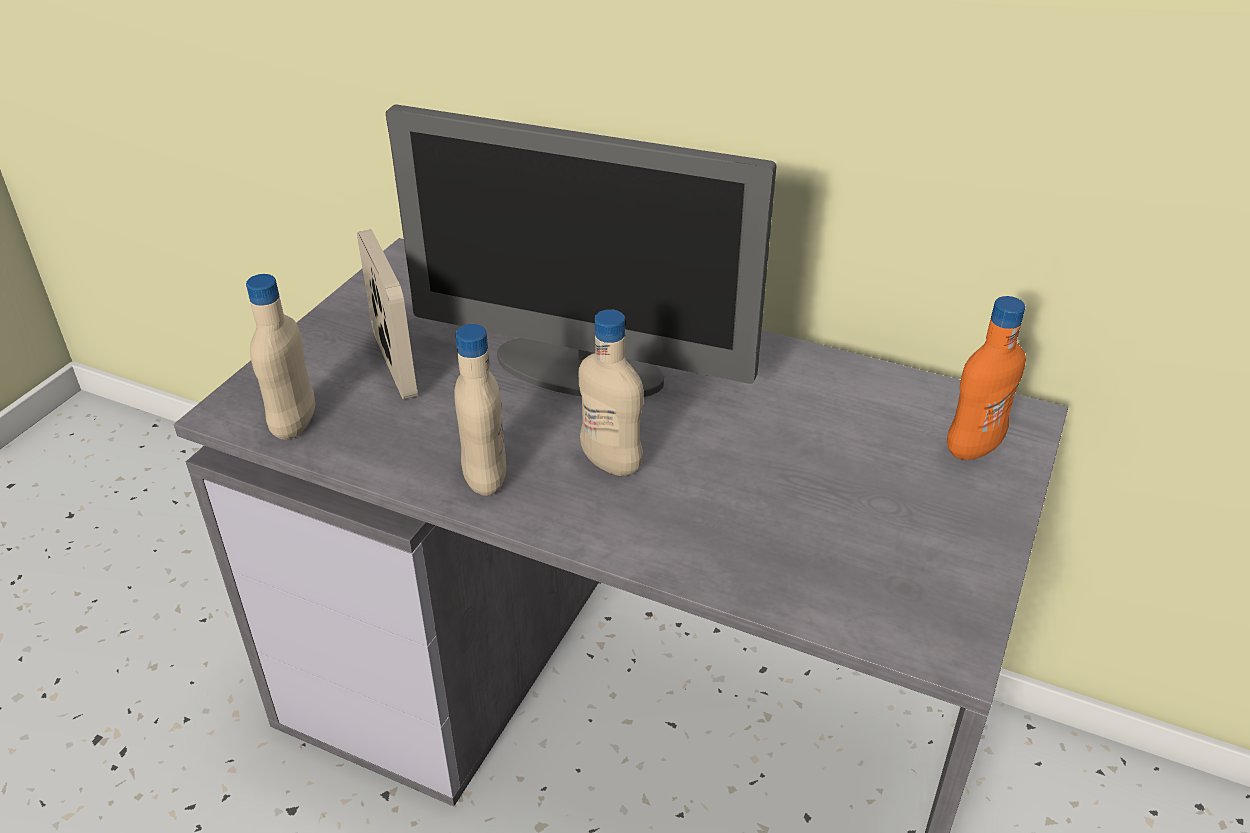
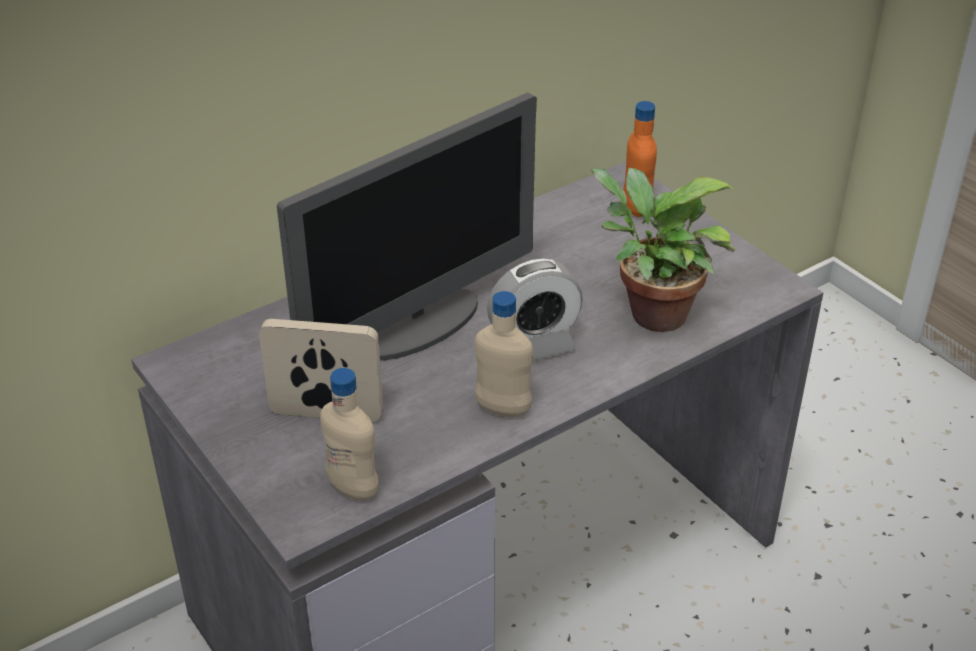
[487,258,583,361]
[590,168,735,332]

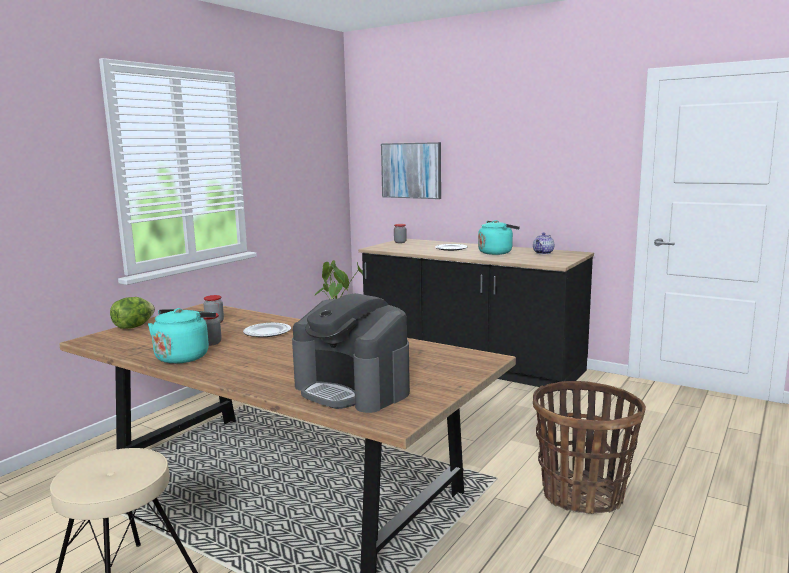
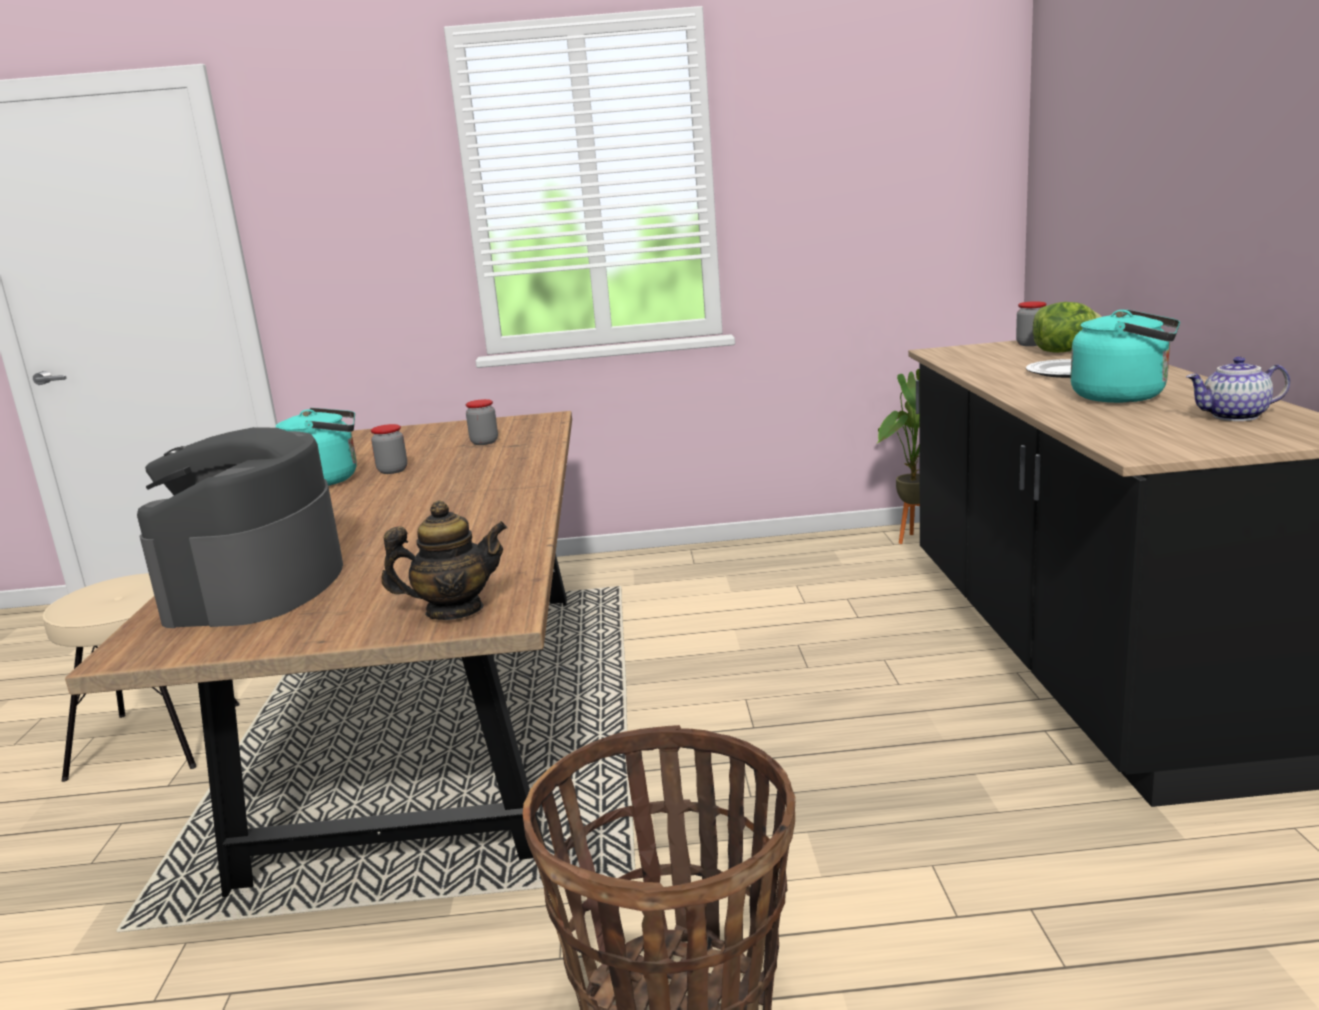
[381,500,507,620]
[1033,302,1102,353]
[243,323,291,337] (first image)
[381,142,441,199] (first image)

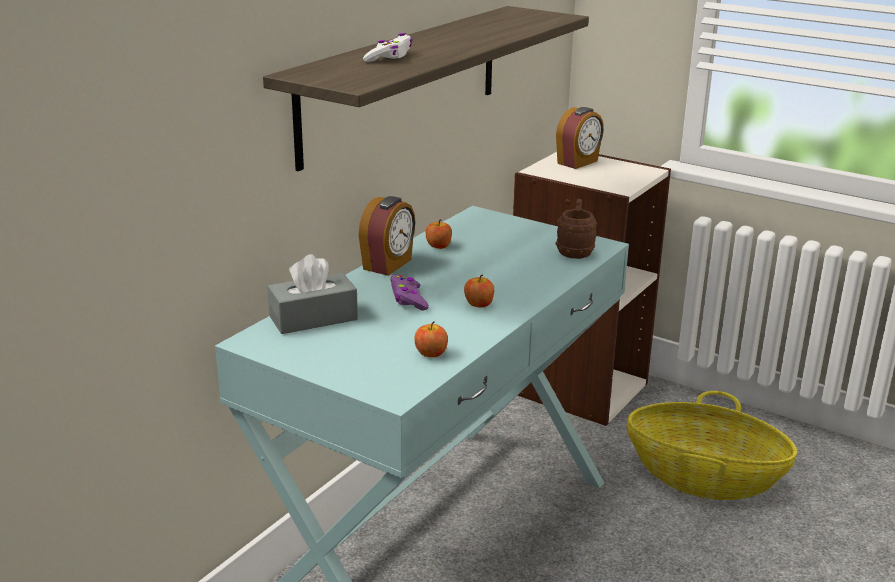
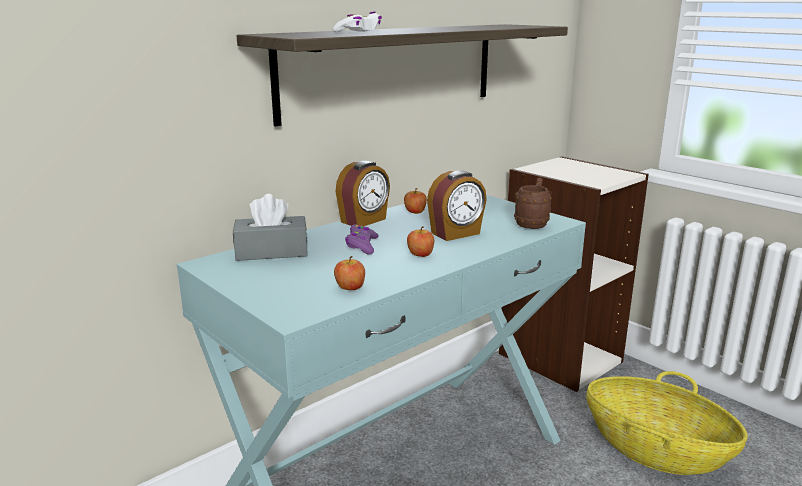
[427,171,487,241]

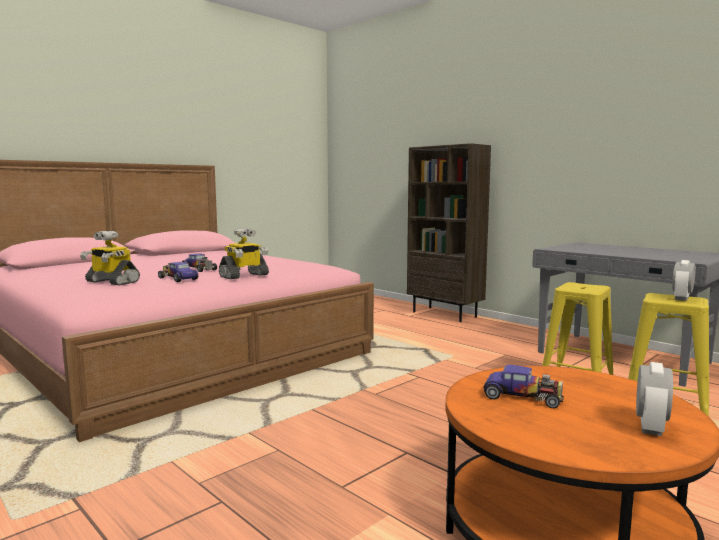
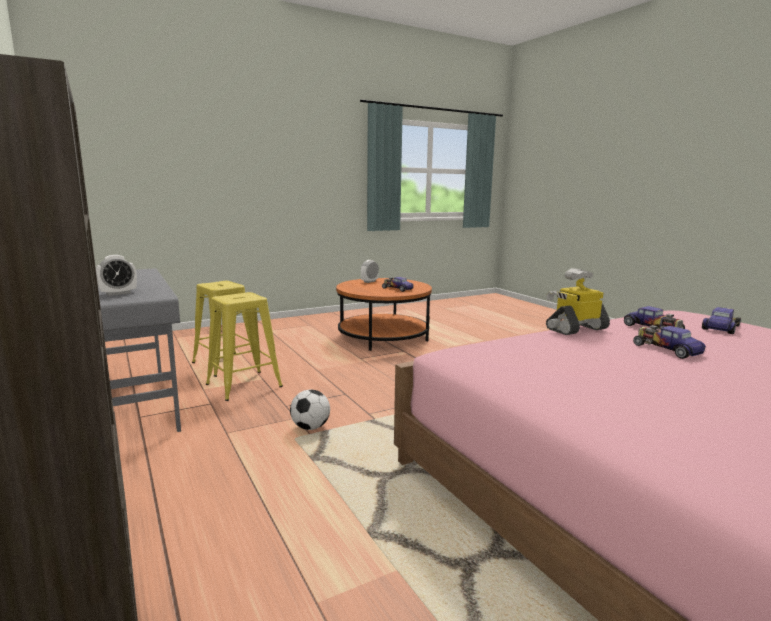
[96,255,137,296]
[290,390,330,430]
[702,307,741,334]

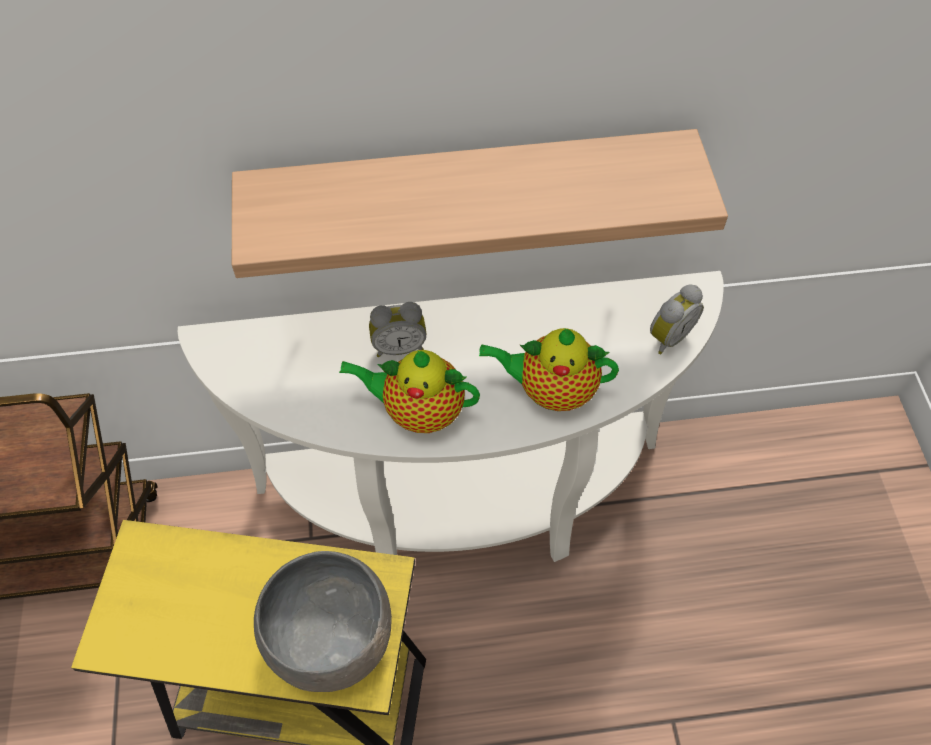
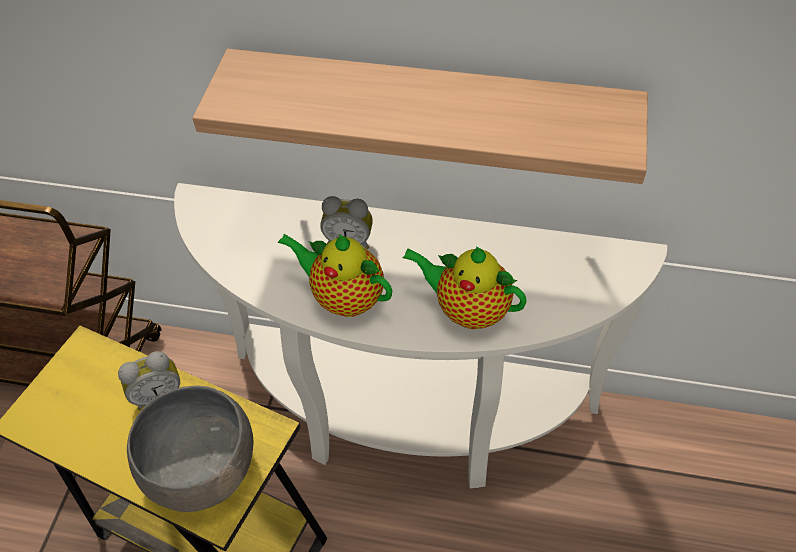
[118,351,180,410]

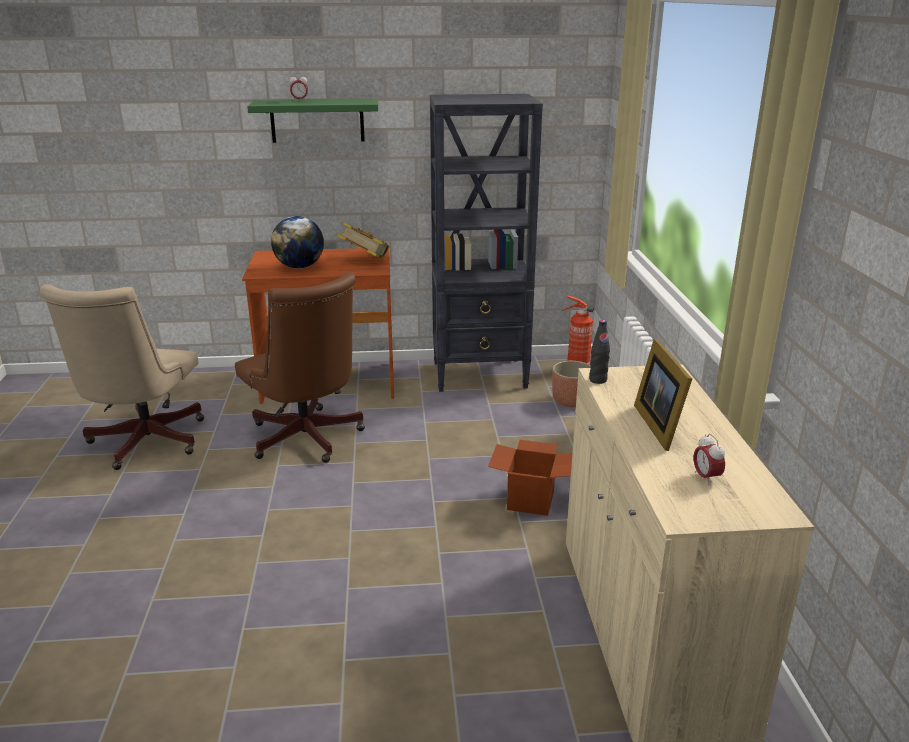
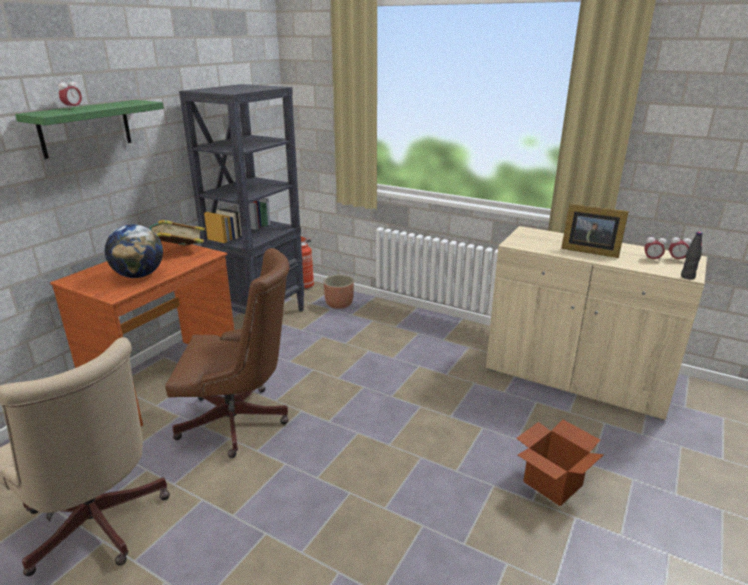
[516,419,604,506]
[669,234,692,262]
[681,232,703,279]

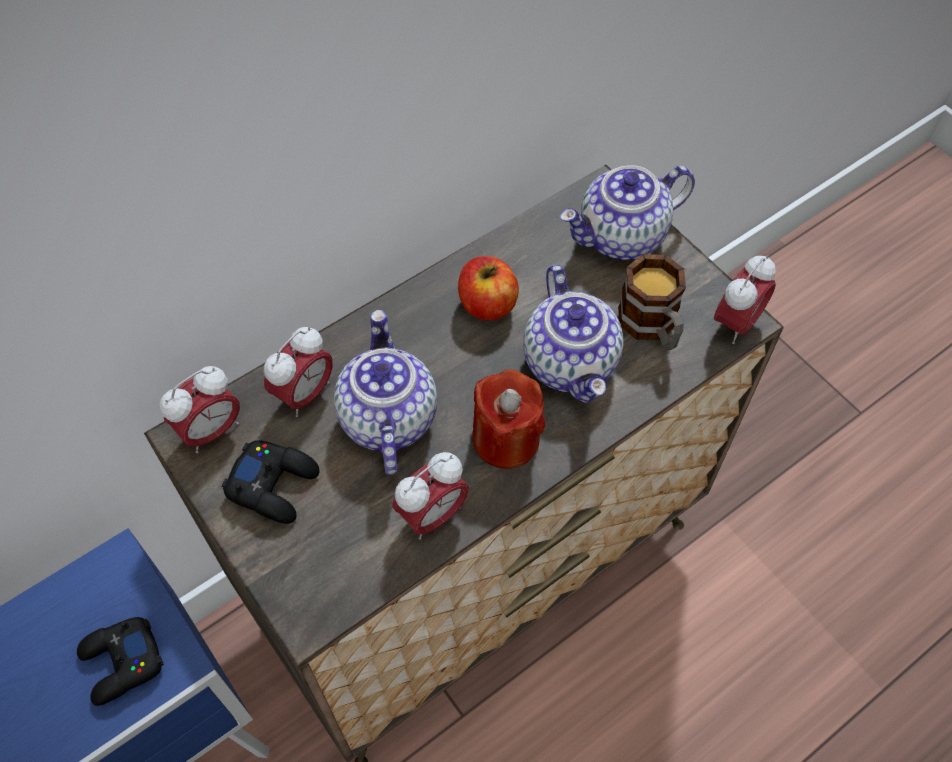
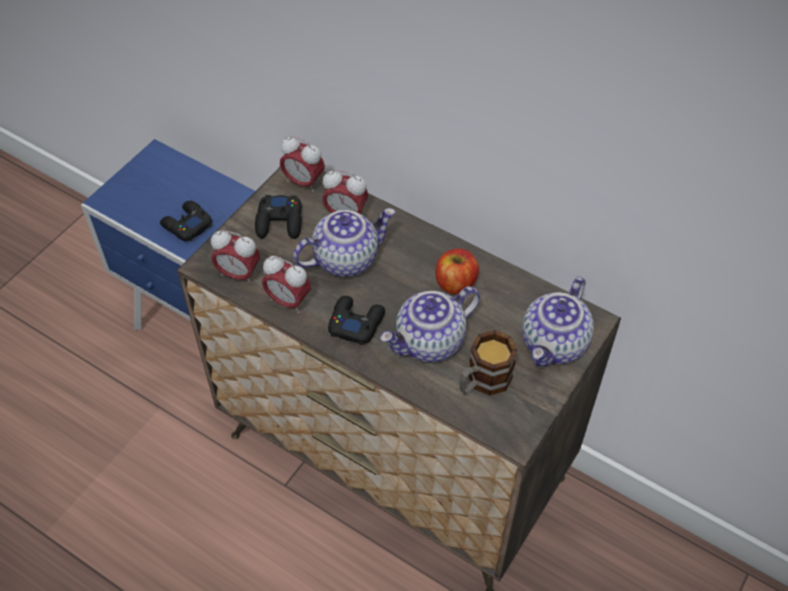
[211,230,260,284]
[328,296,385,345]
[522,277,594,367]

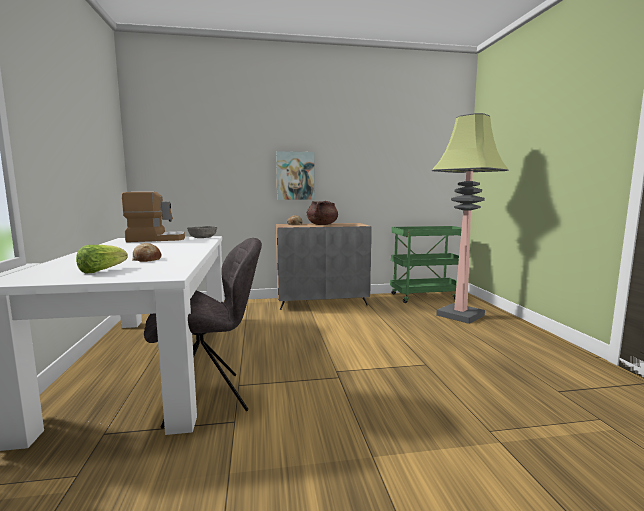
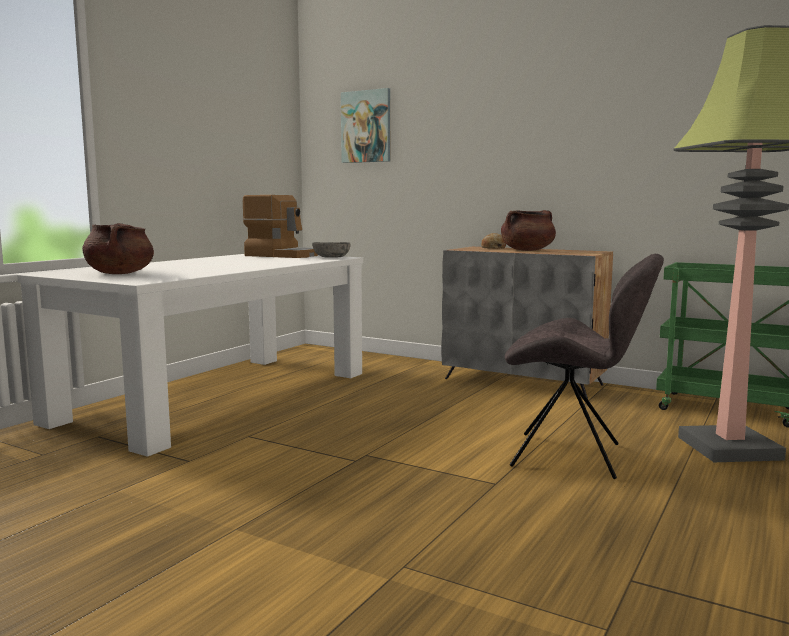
[82,223,154,274]
[341,88,390,163]
[505,254,664,479]
[132,243,161,262] (first image)

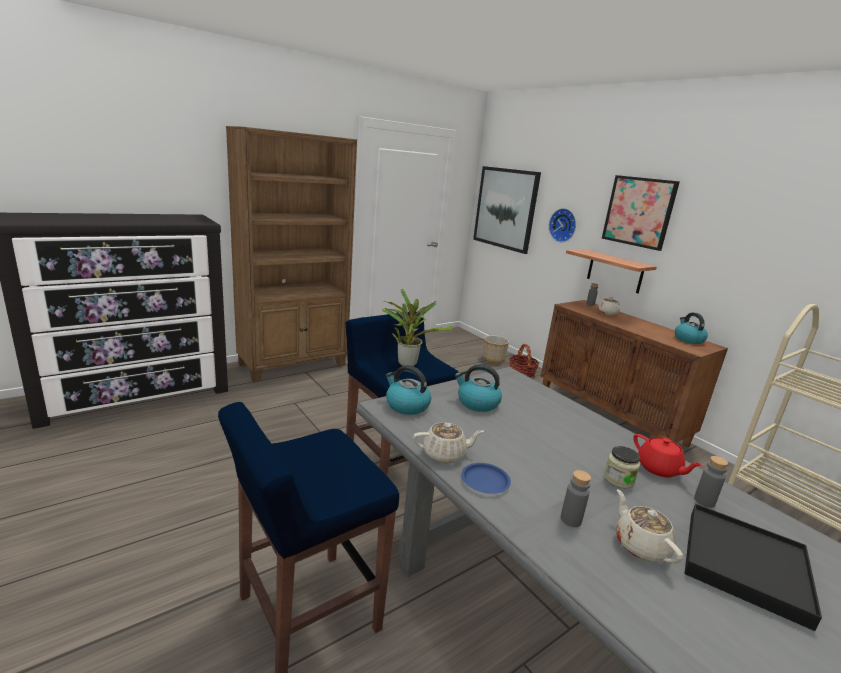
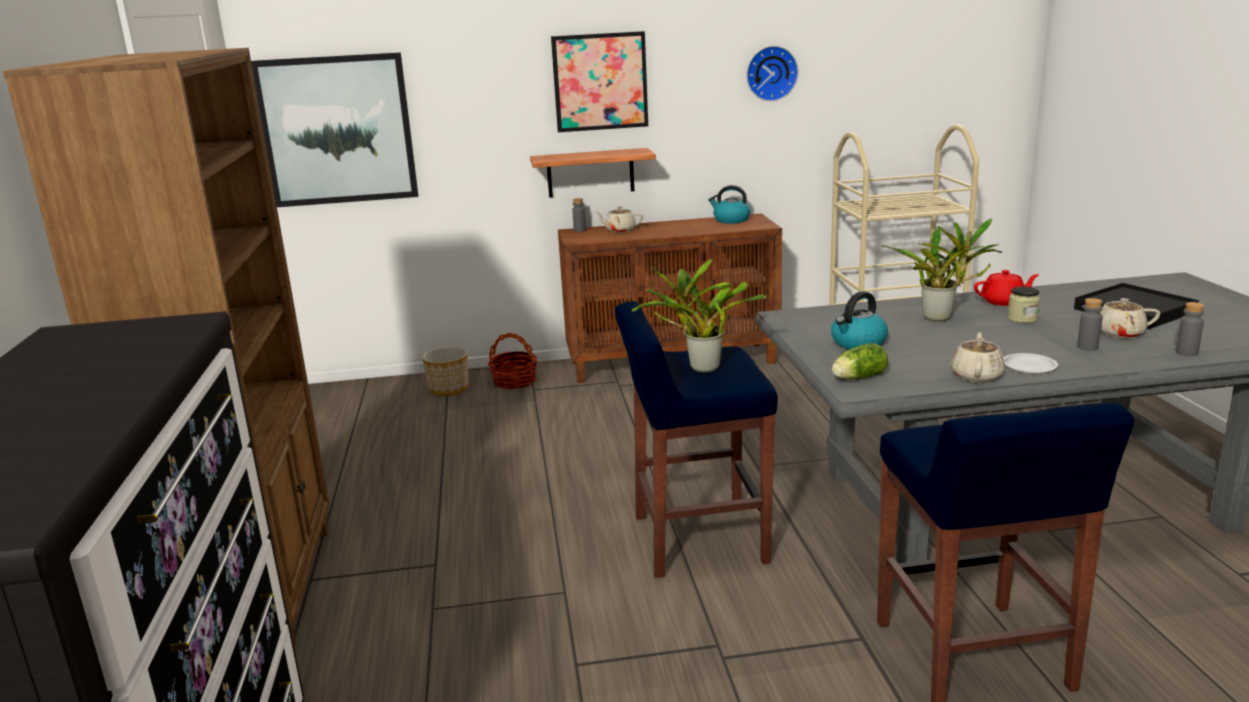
[746,46,798,101]
[832,343,888,379]
[881,219,1002,322]
[1003,353,1058,374]
[1176,302,1204,356]

